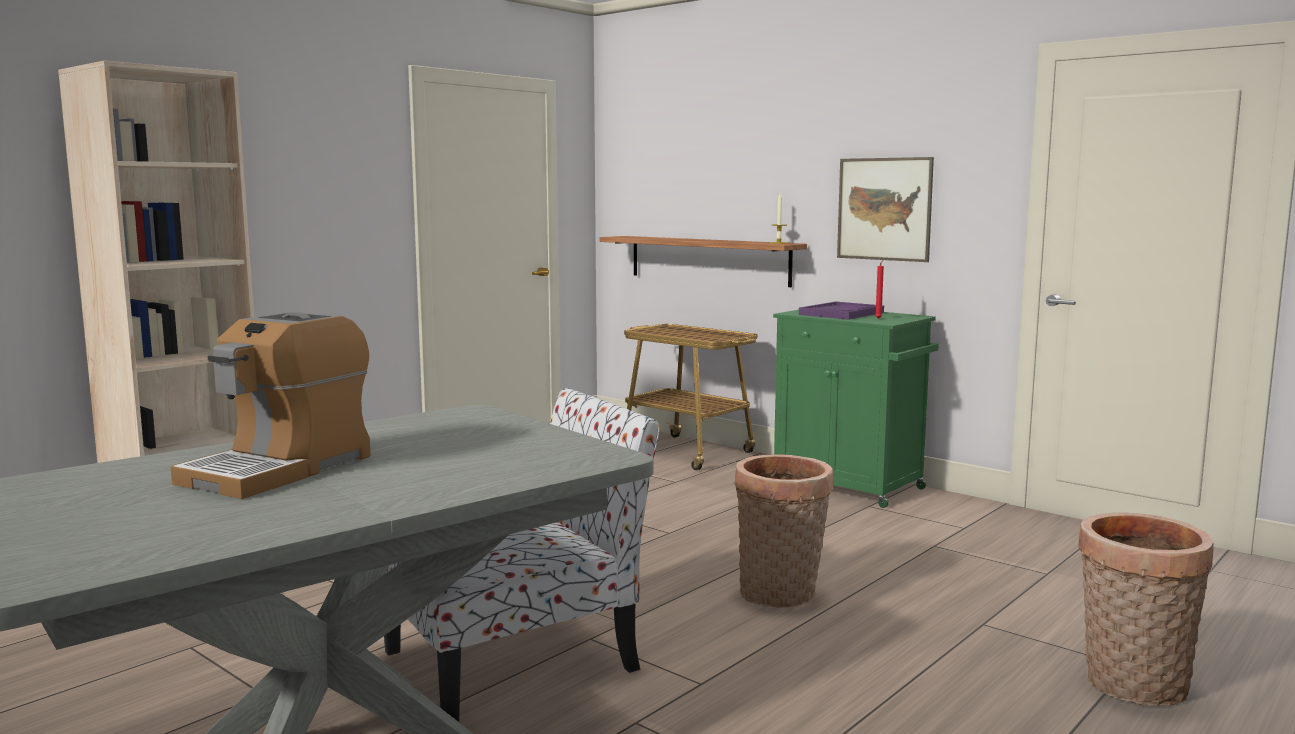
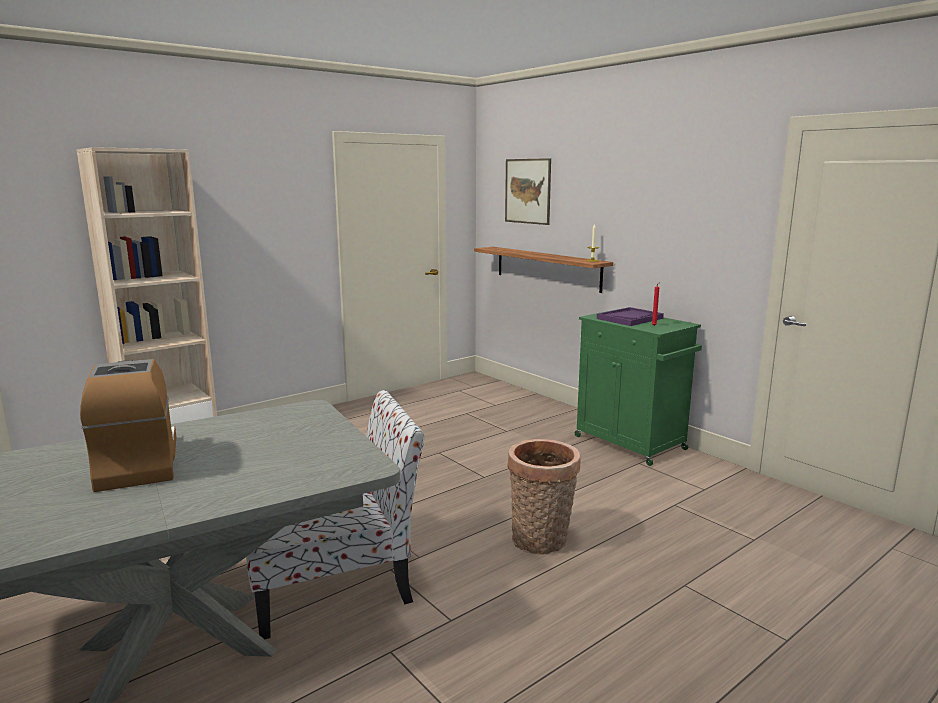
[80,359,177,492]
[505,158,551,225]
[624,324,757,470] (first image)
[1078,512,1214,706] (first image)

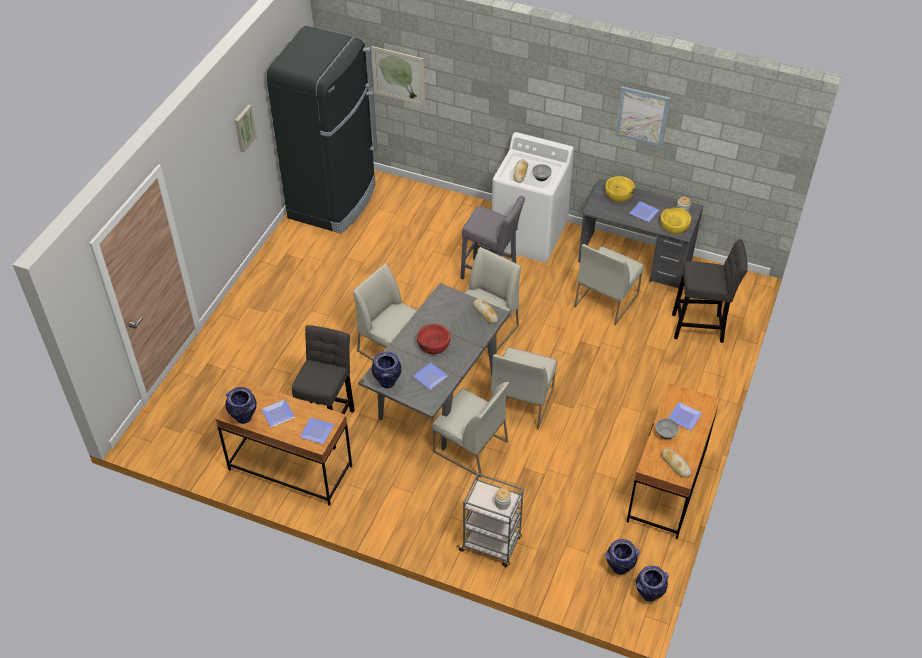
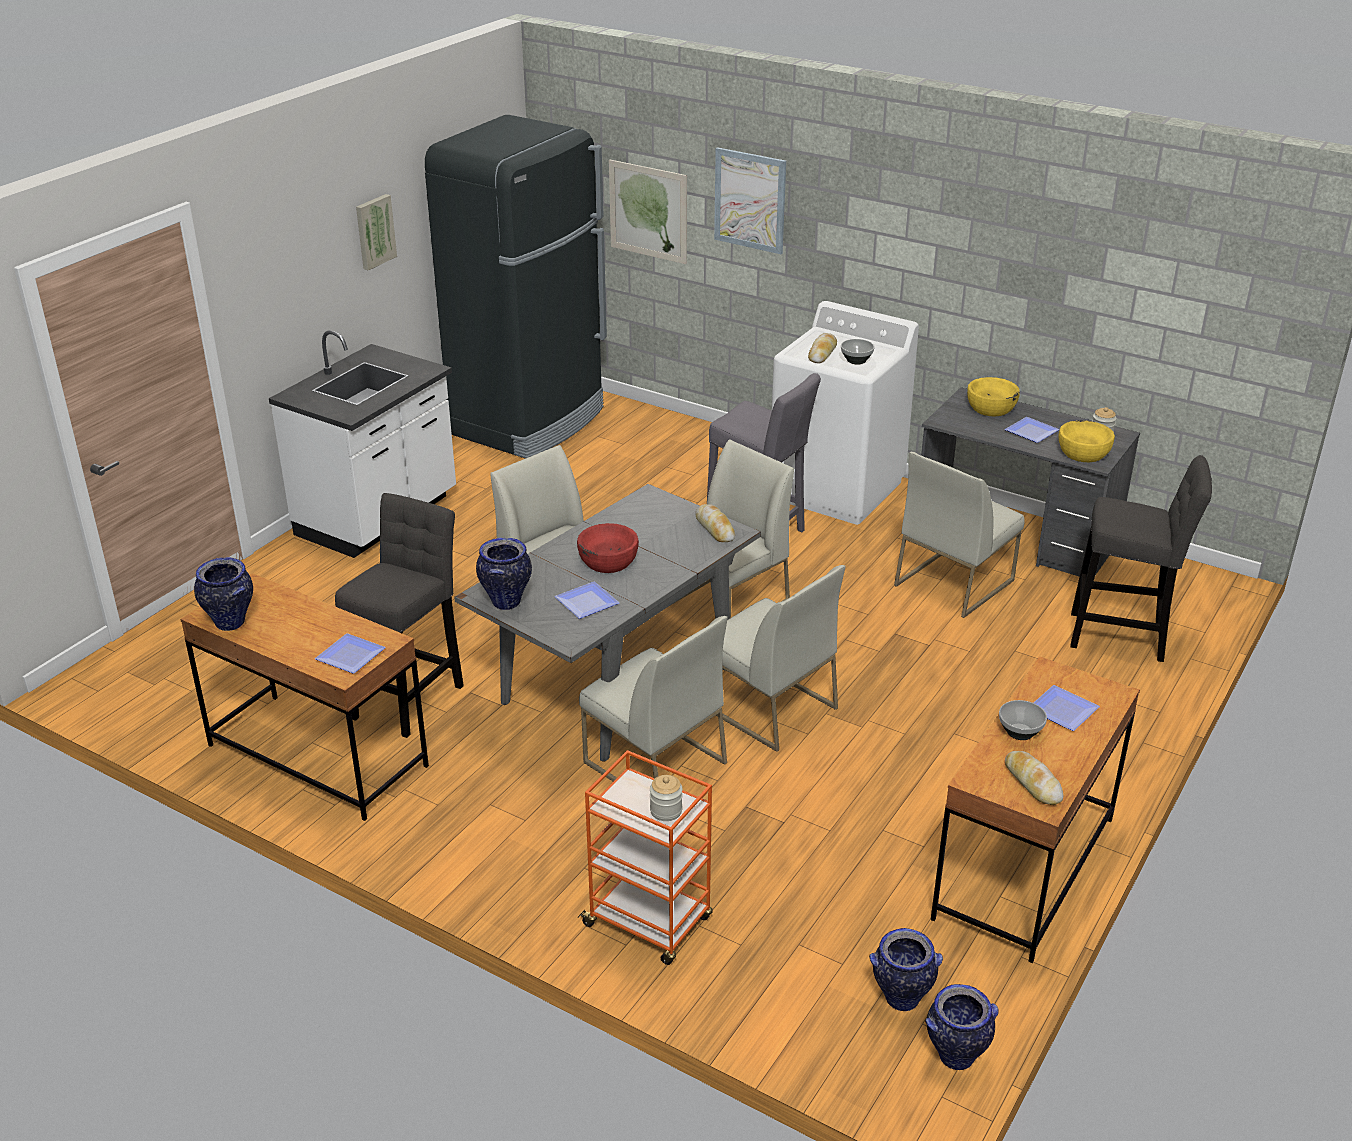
[269,330,456,558]
[578,750,713,965]
[714,147,786,254]
[716,565,845,752]
[261,399,295,427] (first image)

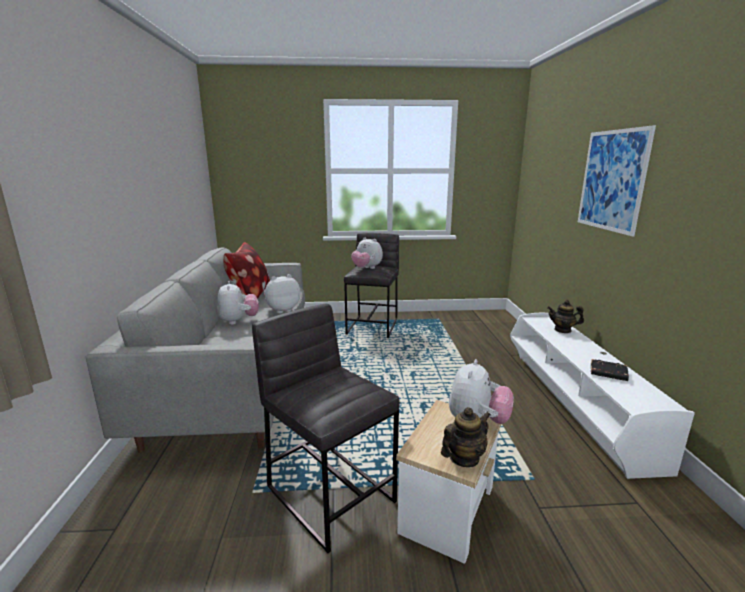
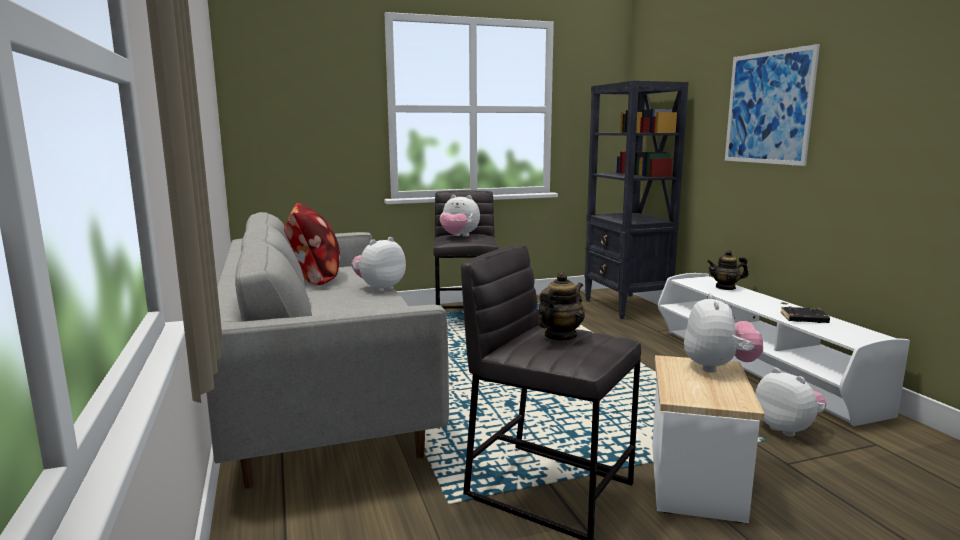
[538,272,585,340]
[584,81,689,319]
[755,368,826,437]

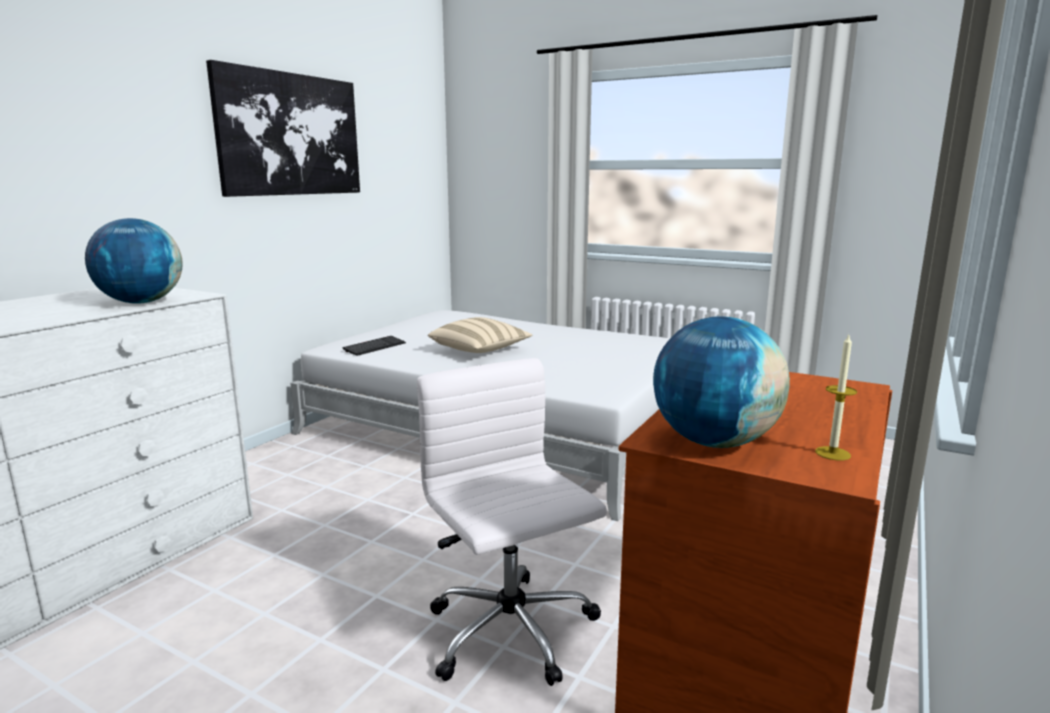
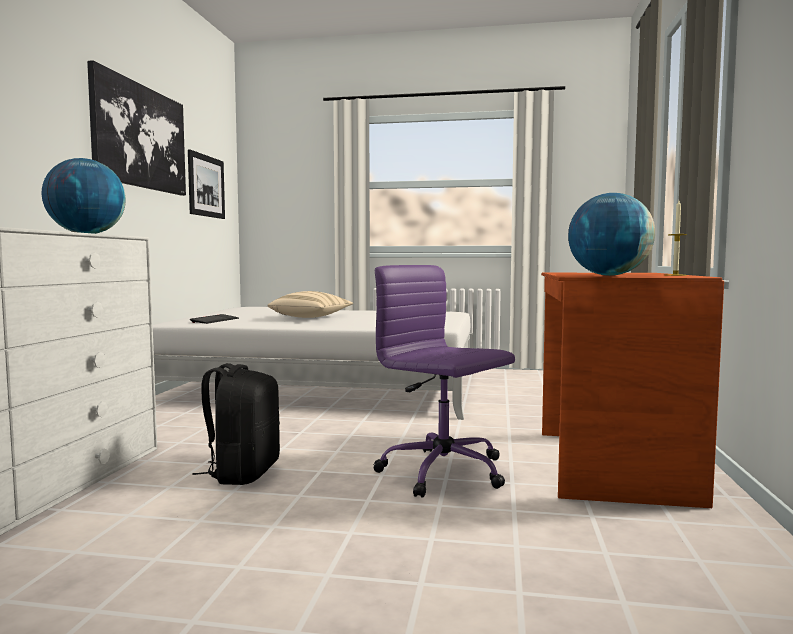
[188,149,225,219]
[192,363,280,485]
[373,265,515,498]

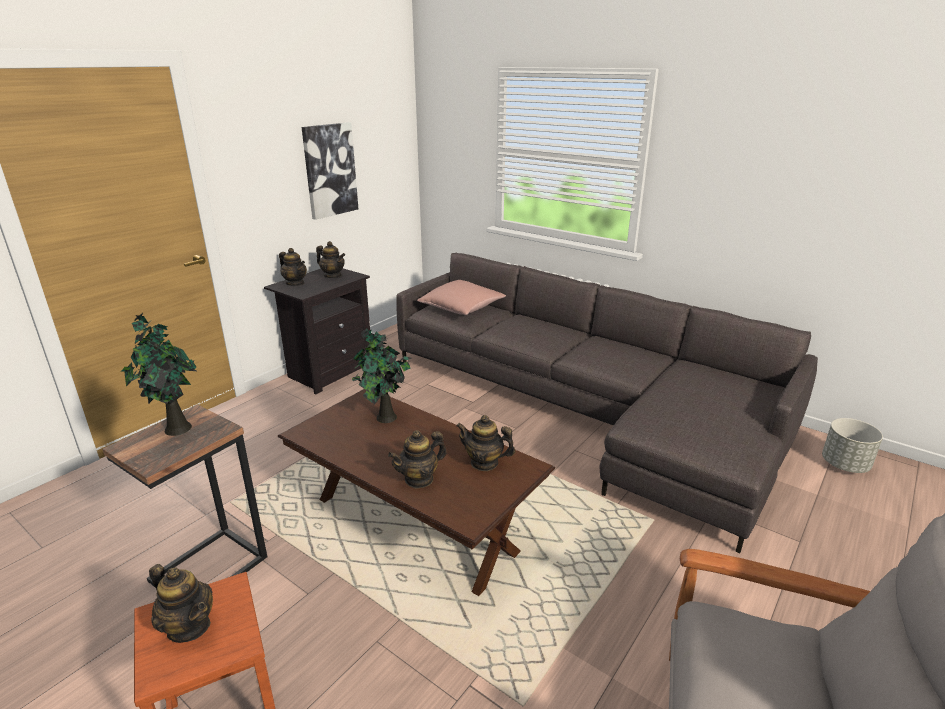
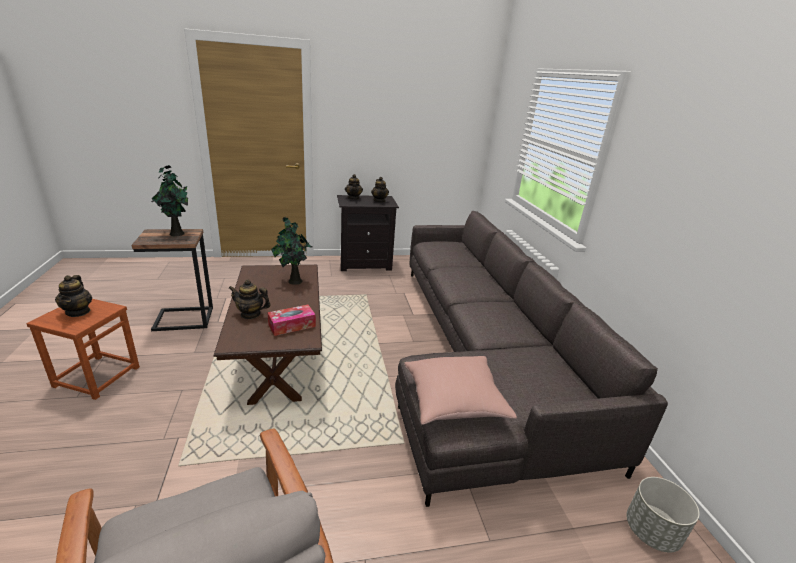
[267,305,316,336]
[404,356,517,425]
[302,122,358,220] (first image)

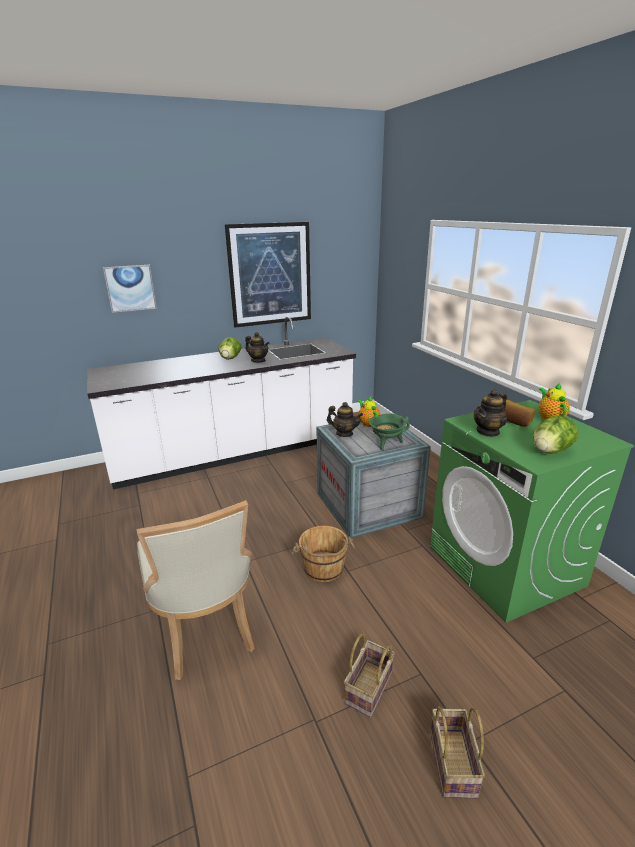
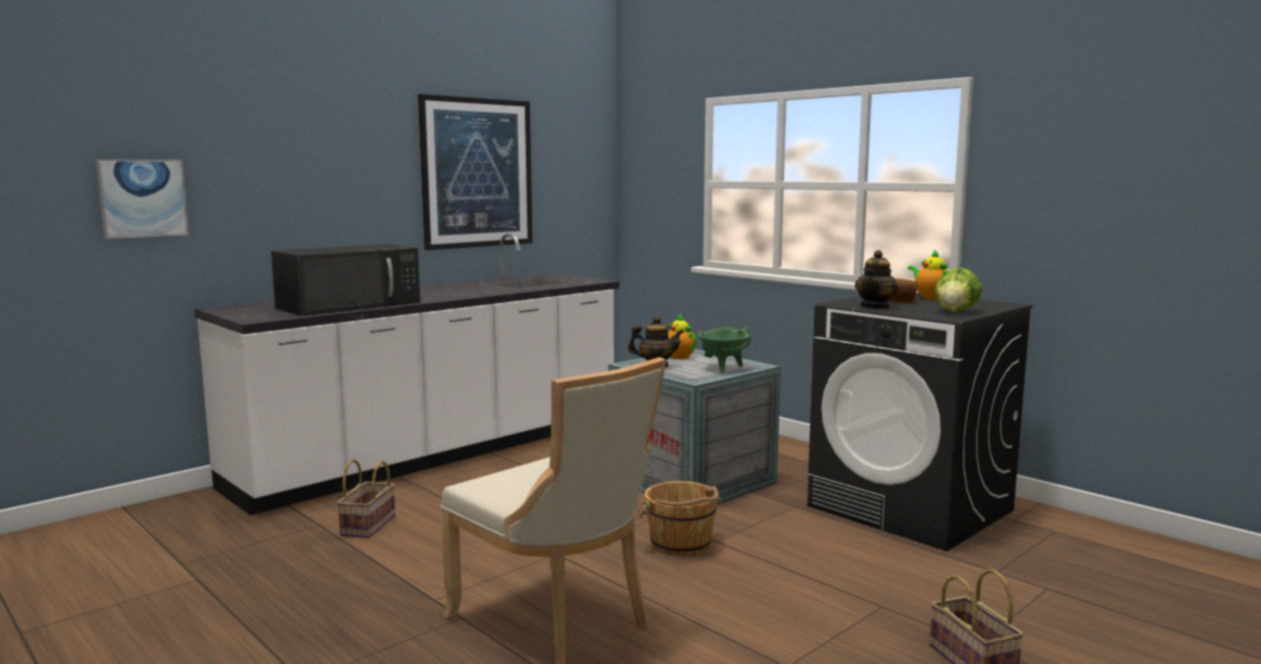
[95,159,189,239]
[271,244,420,316]
[337,459,395,538]
[807,293,1033,551]
[219,337,242,360] (first image)
[245,332,269,362] (first image)

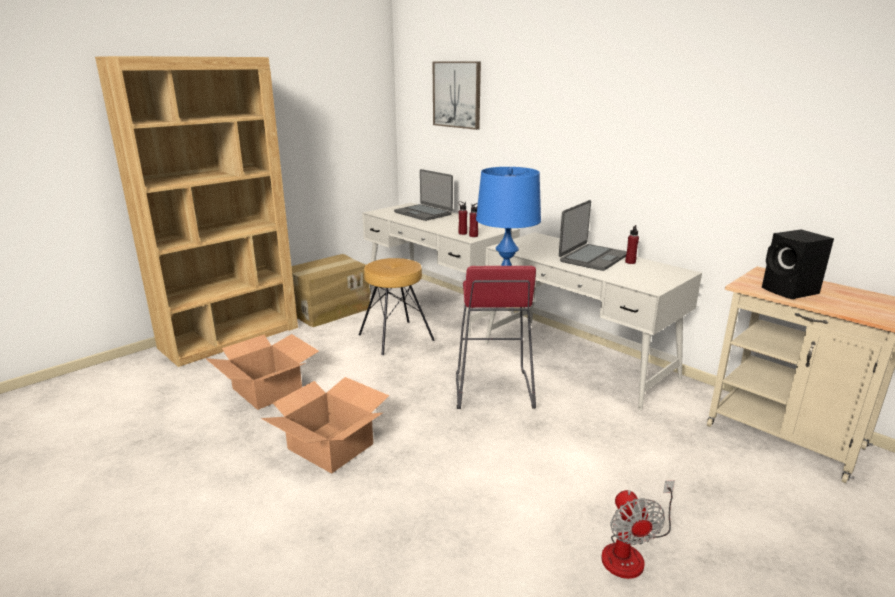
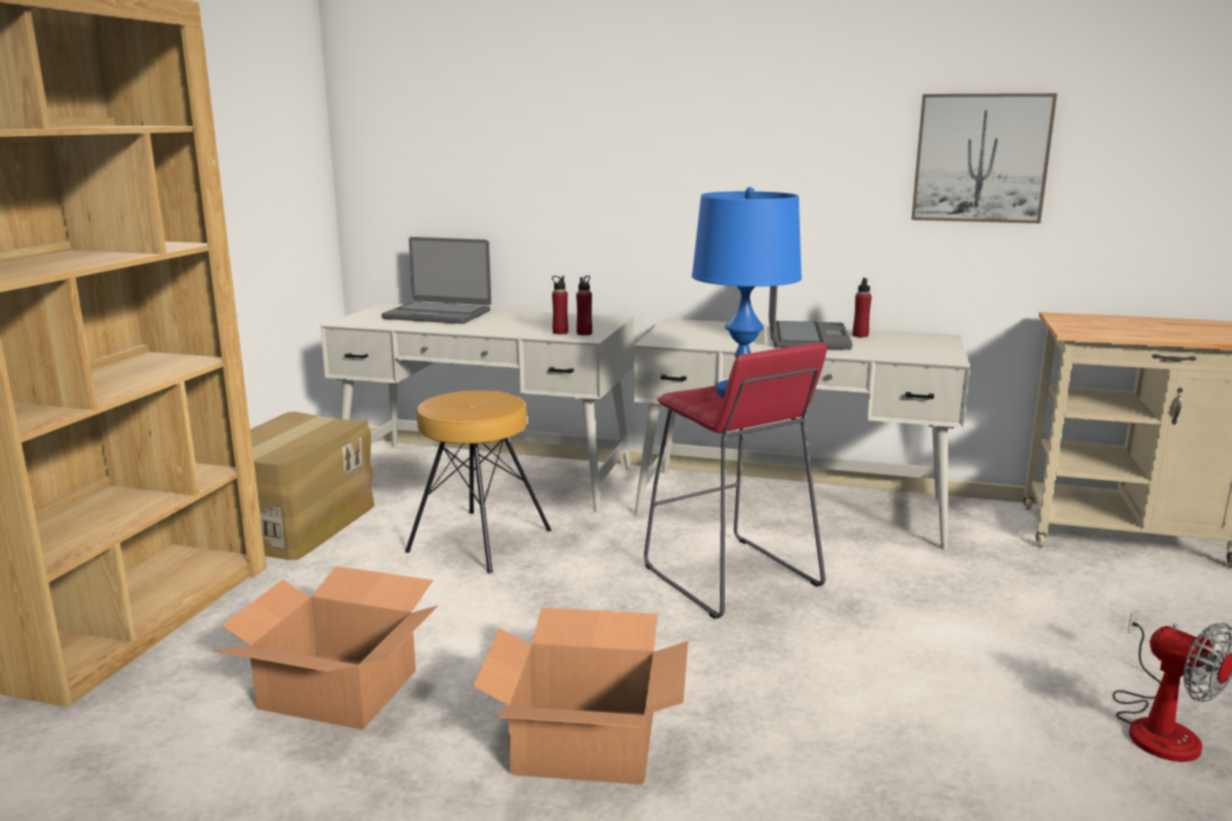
[912,93,1057,223]
[762,229,834,299] (first image)

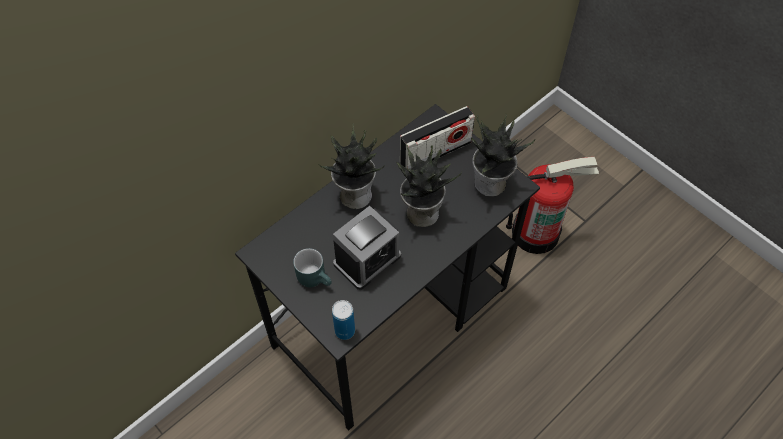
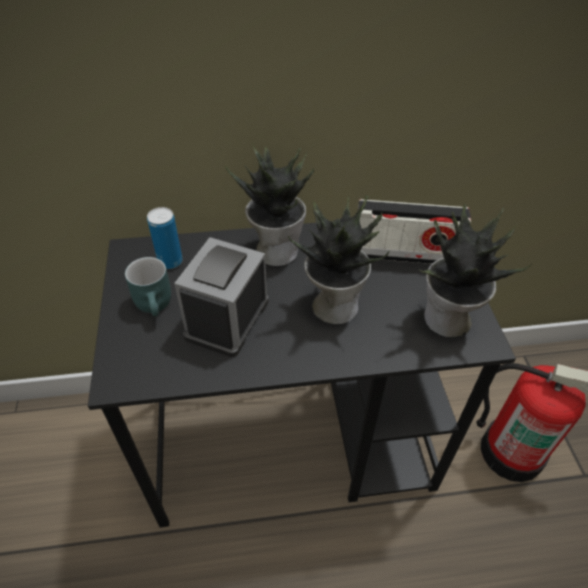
[147,207,183,269]
[174,237,269,357]

